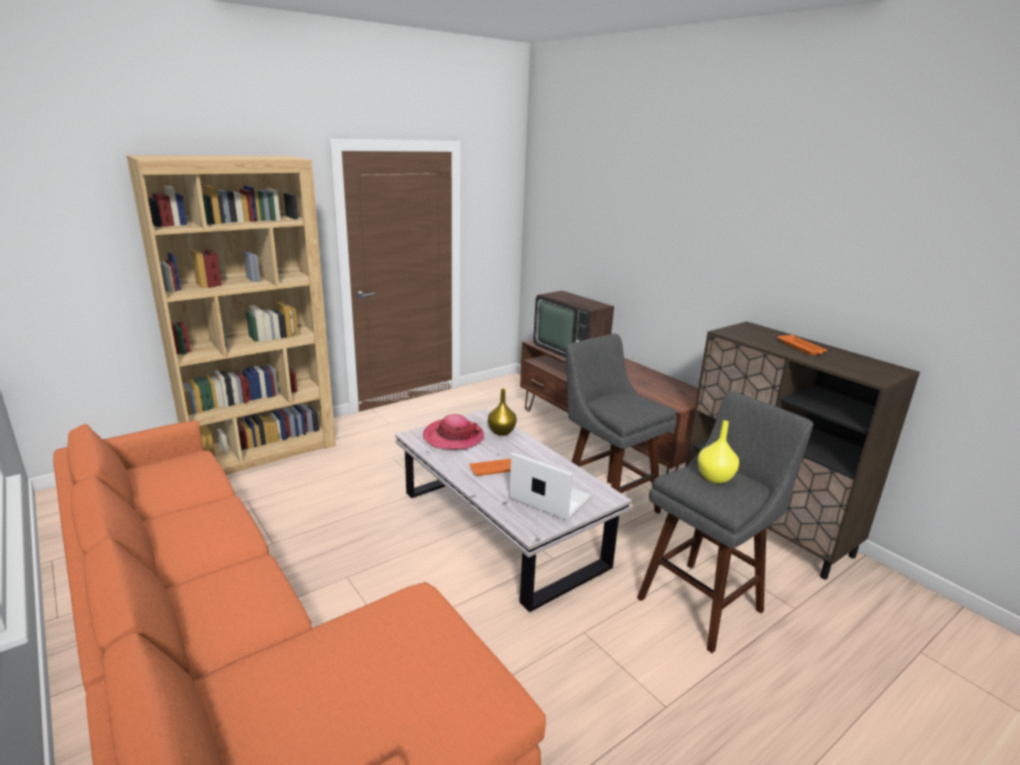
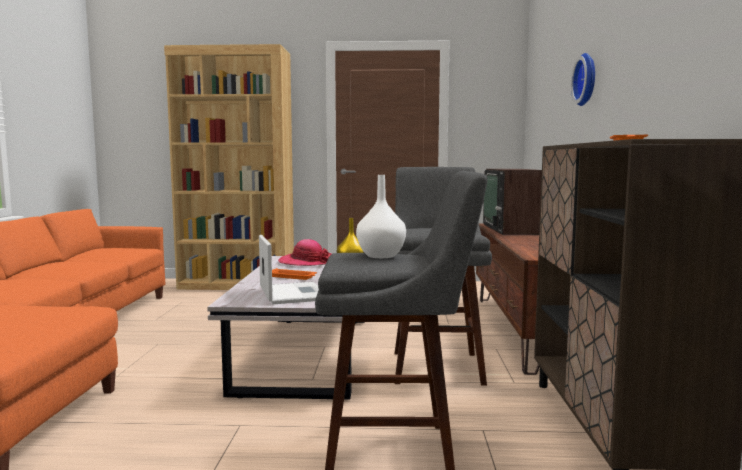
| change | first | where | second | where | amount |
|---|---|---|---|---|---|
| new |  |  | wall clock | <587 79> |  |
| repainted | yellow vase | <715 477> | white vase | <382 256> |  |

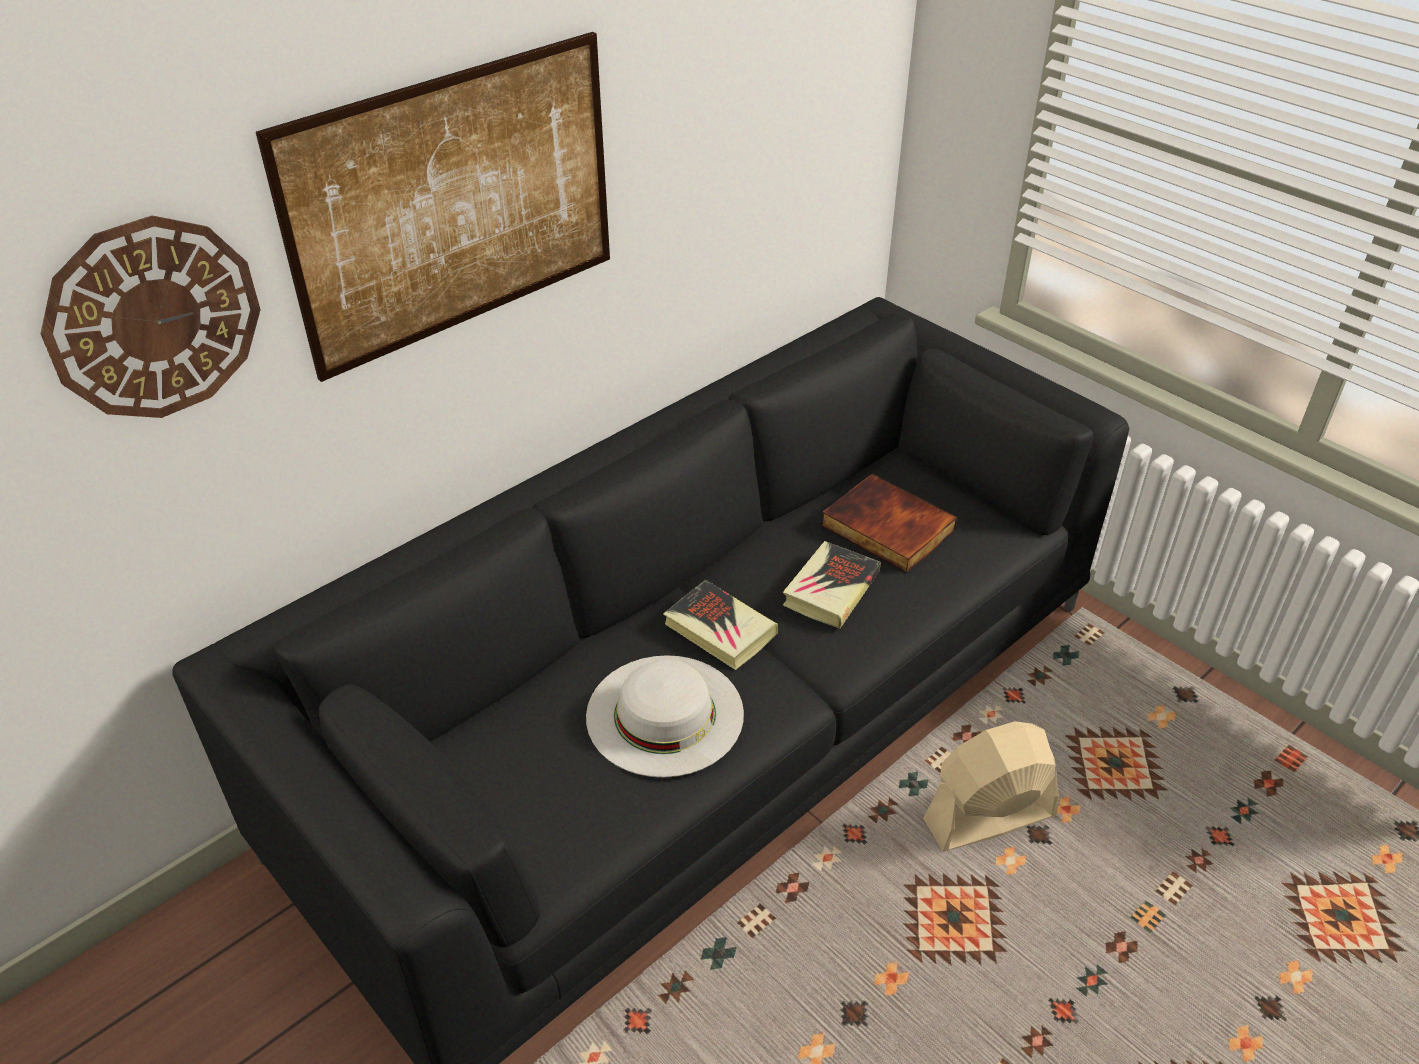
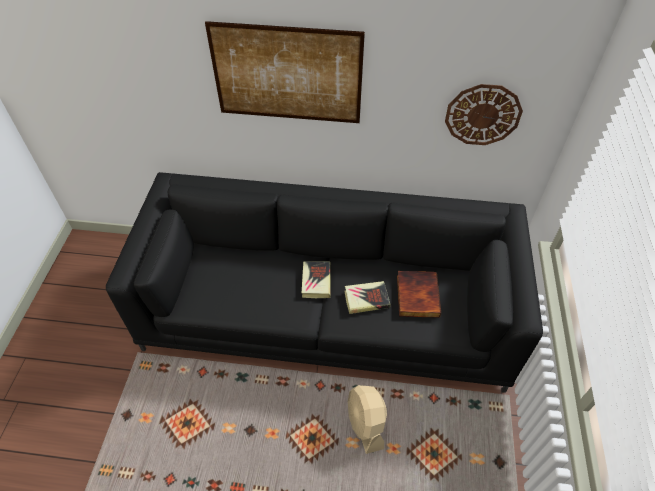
| change | first | where | second | where | amount |
|---|---|---|---|---|---|
| gone | white hat | <665 714> |  |  |  |
| shifted | wall clock | <154 319> |  | <483 115> |  |
| rotated | beige fan | <988 818> |  | <366 424> | 135 degrees counterclockwise |

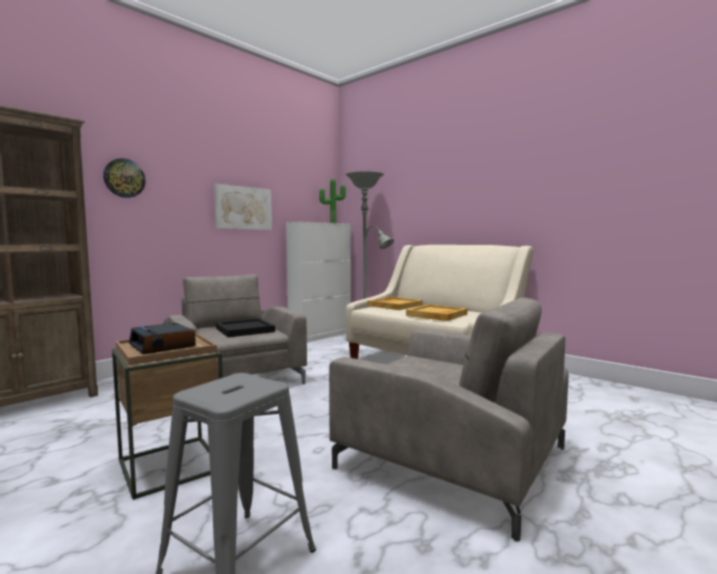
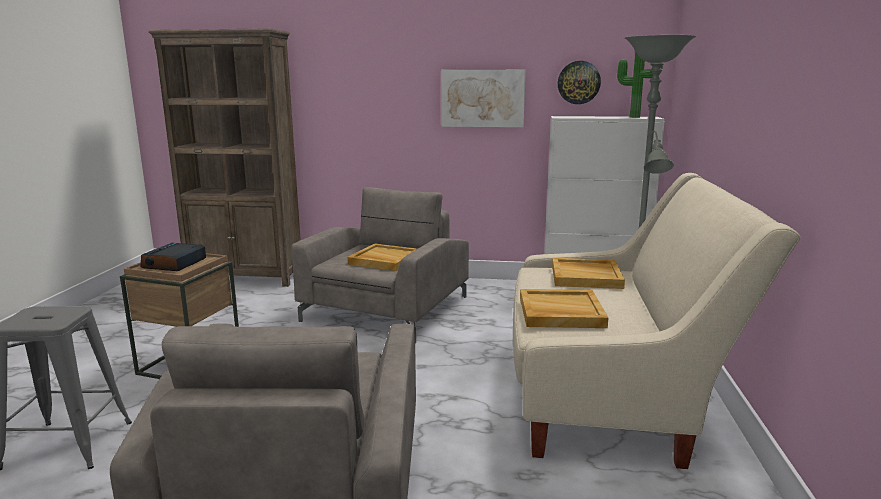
| change | first | where | second | where | amount |
|---|---|---|---|---|---|
| shifted | wall clock | <124 178> |  | <578 82> |  |
| repainted | black tray | <244 330> | beige tray | <384 260> |  |

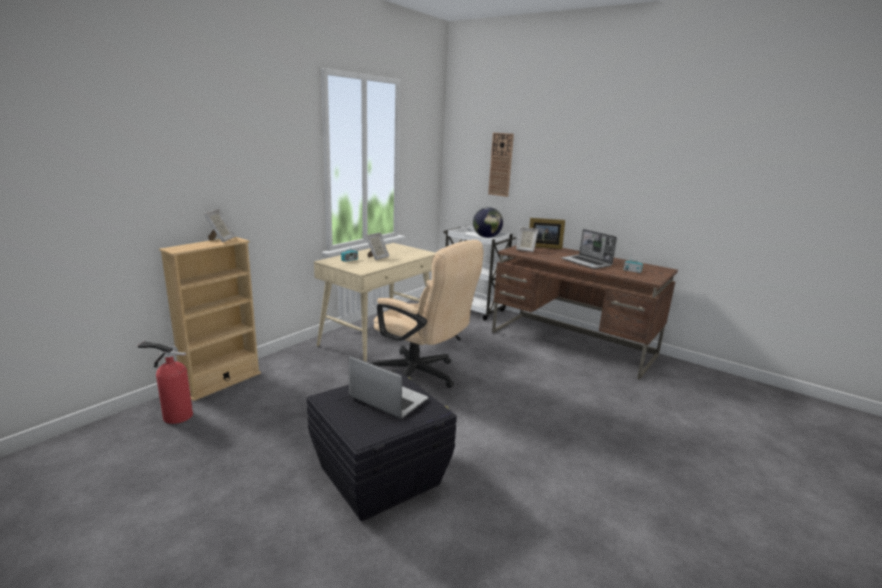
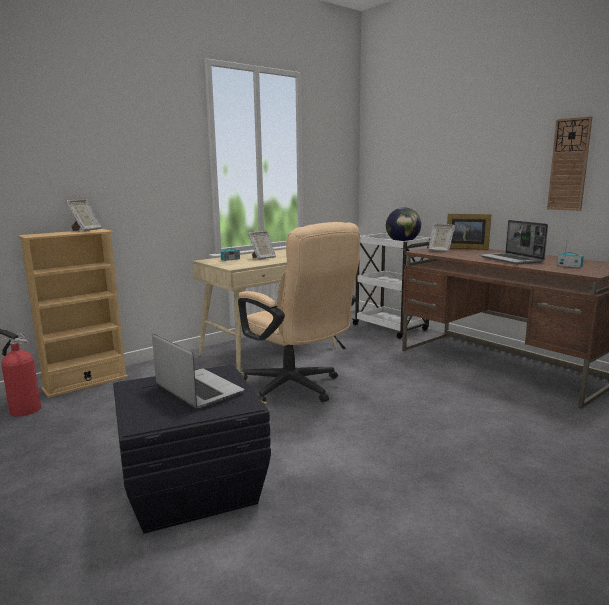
| change | first | where | second | where | amount |
|---|---|---|---|---|---|
| shifted | wall clock | <501 164> |  | <569 164> |  |

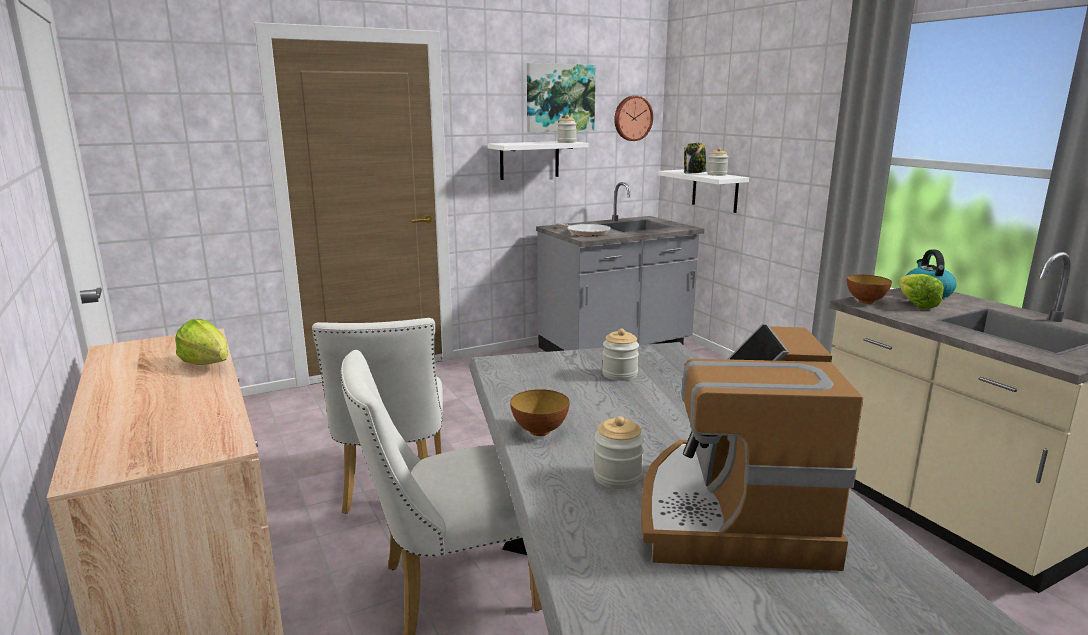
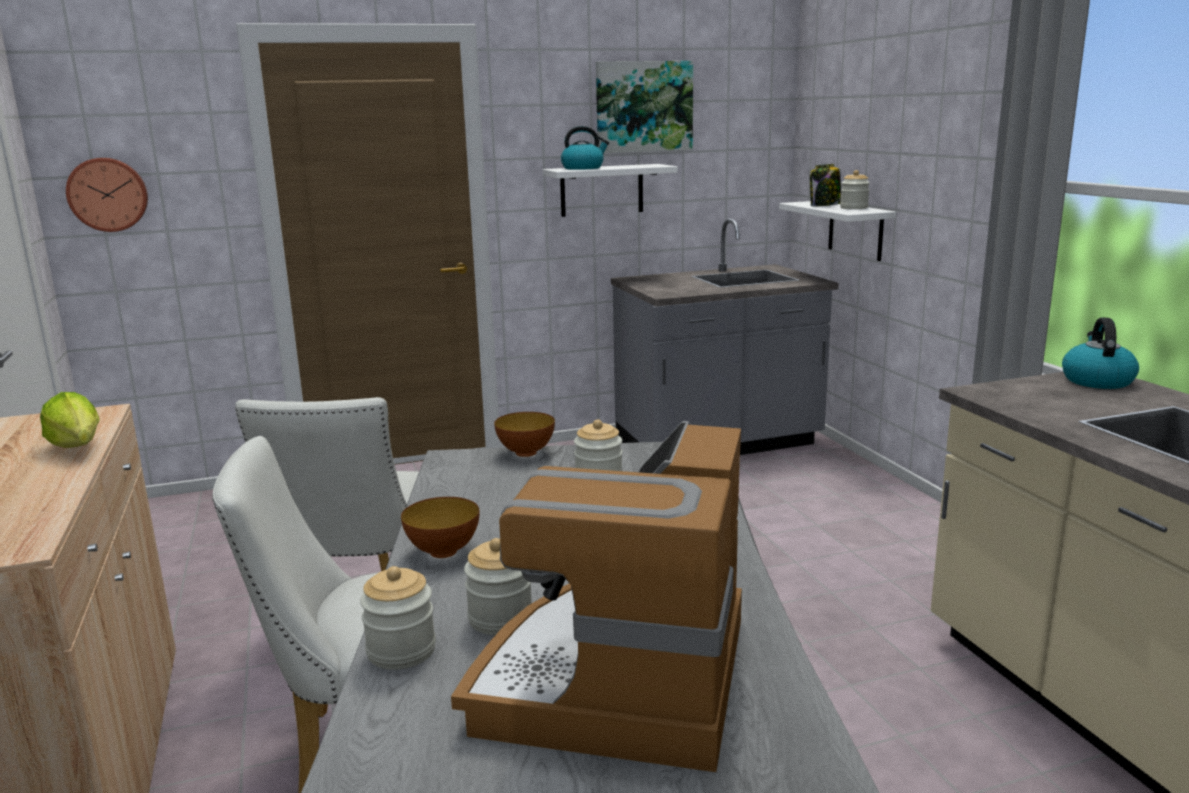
| change | first | where | second | where | amount |
|---|---|---|---|---|---|
| gone | frying pan | <586 233> |  |  |  |
| gone | lettuce | <914 303> |  |  |  |
| new |  |  | kettle | <583 168> |  |
| shifted | jar | <566 142> |  | <401 651> |  |
| shifted | wall clock | <632 118> |  | <108 194> |  |
| shifted | bowl | <866 301> |  | <526 453> |  |

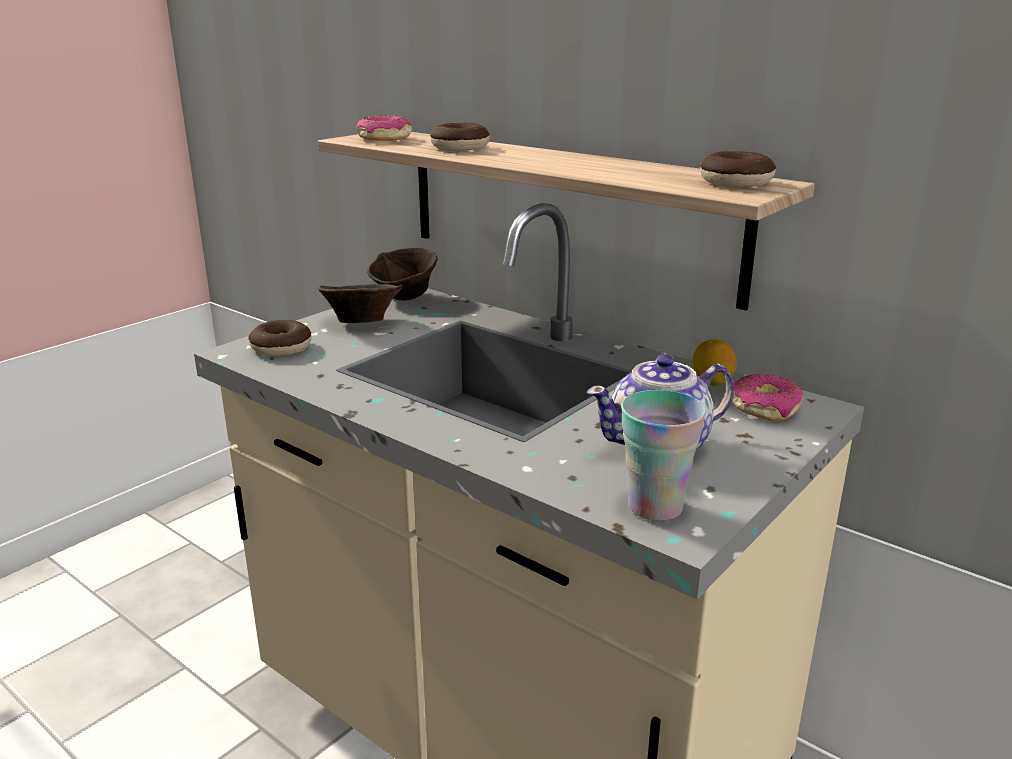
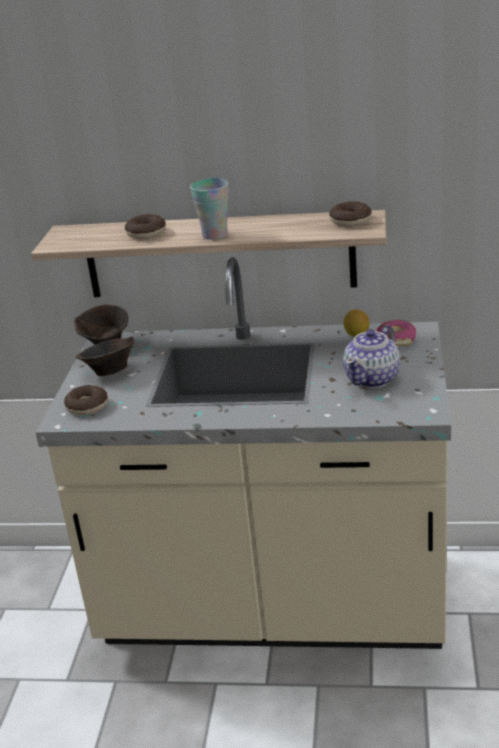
| change | first | where | second | where | amount |
|---|---|---|---|---|---|
| gone | donut | <384 139> |  |  |  |
| shifted | cup | <655 507> |  | <215 235> |  |

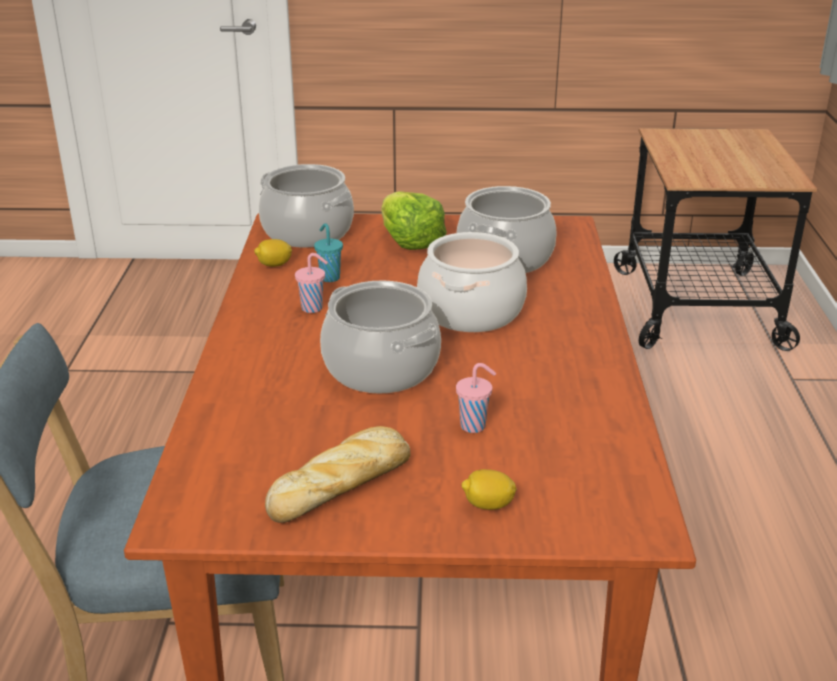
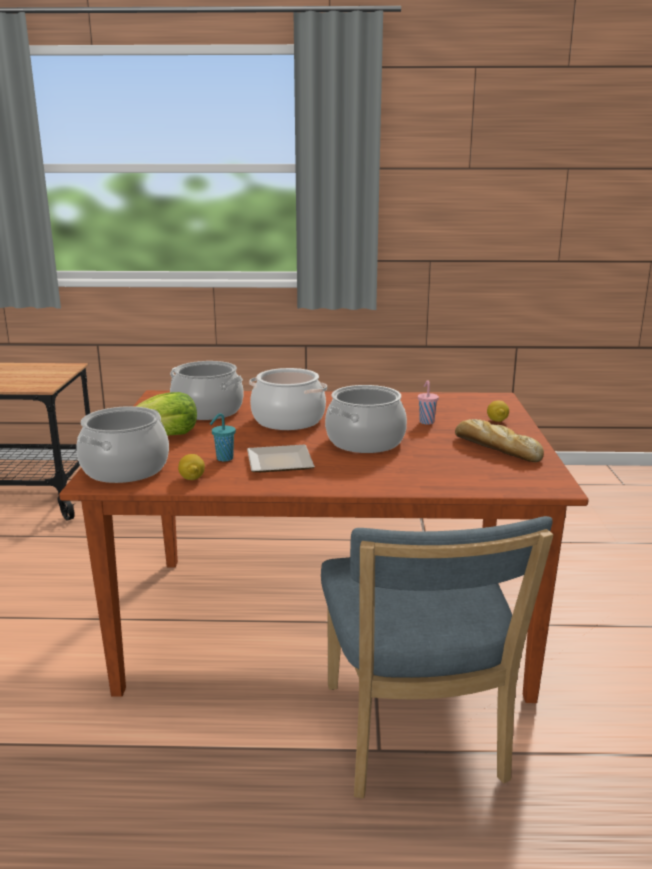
| change | first | where | second | where | amount |
|---|---|---|---|---|---|
| swapped | pink cup | <313 308> | plate | <277 462> |  |

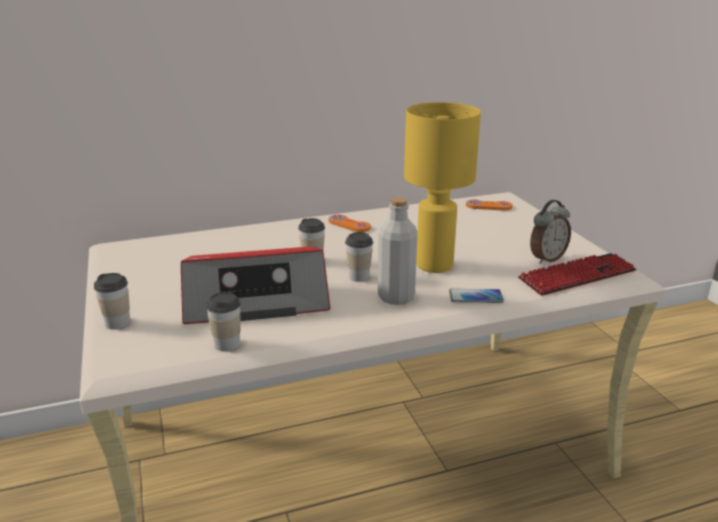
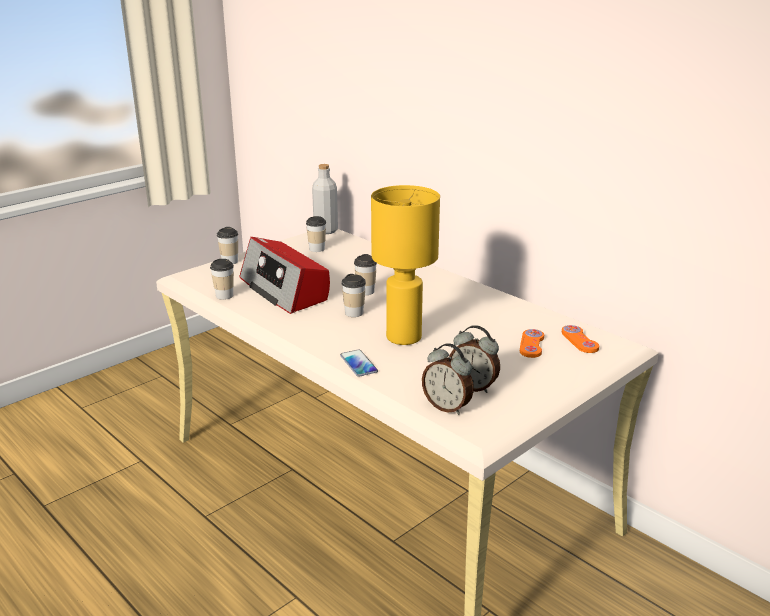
| change | first | where | second | where | amount |
|---|---|---|---|---|---|
| new |  |  | cup | <317 249> |  |
| shifted | orange game controller | <349 225> |  | <531 344> |  |
| shifted | grey bottle | <396 297> |  | <326 230> |  |
| swapped | keyboard | <577 276> | alarm clock | <447 407> |  |

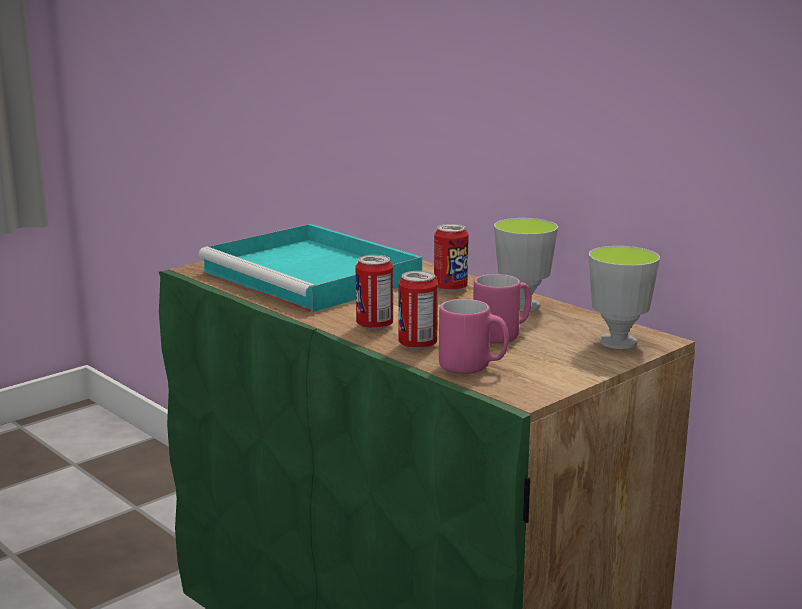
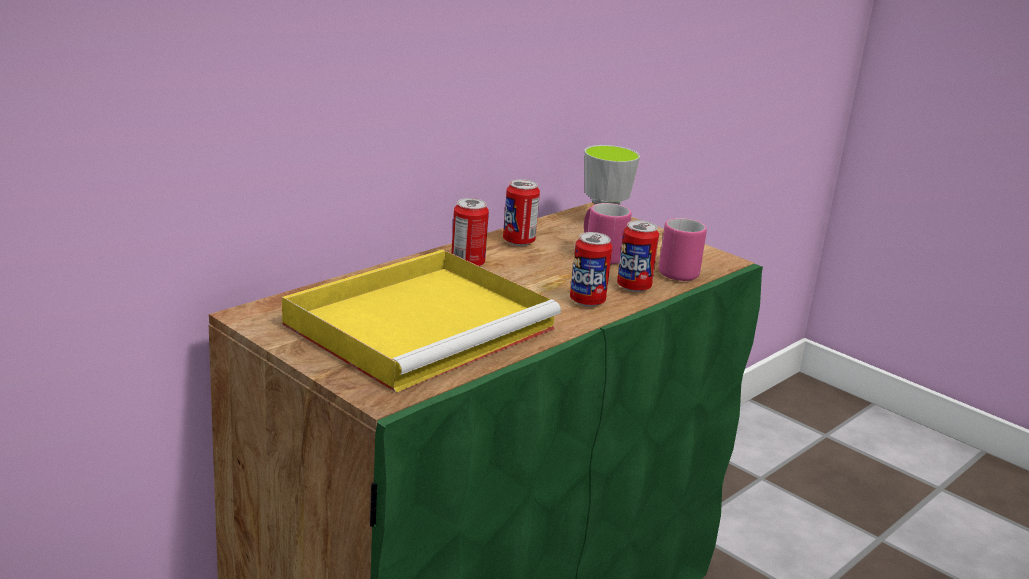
| change | first | where | second | where | amount |
|---|---|---|---|---|---|
| swapped | cup | <522 305> | can | <518 241> |  |
| repainted | turquoise tray | <314 276> | yellow tray | <424 324> |  |

